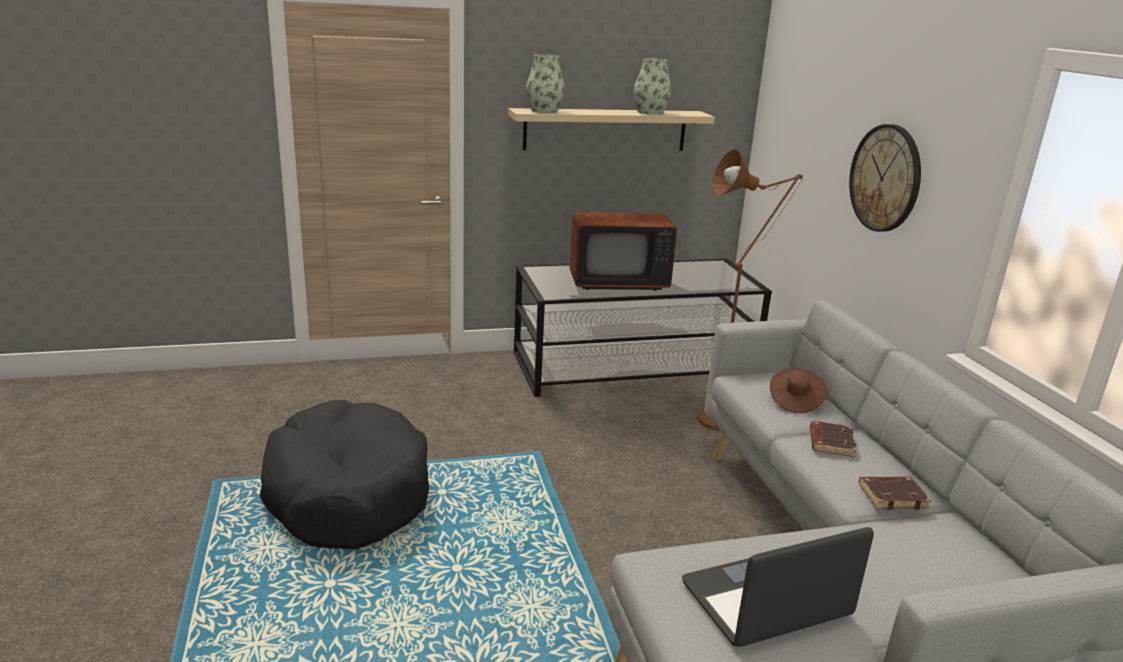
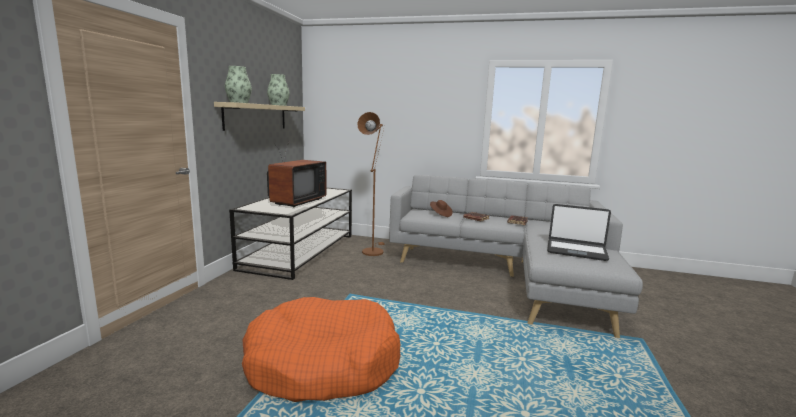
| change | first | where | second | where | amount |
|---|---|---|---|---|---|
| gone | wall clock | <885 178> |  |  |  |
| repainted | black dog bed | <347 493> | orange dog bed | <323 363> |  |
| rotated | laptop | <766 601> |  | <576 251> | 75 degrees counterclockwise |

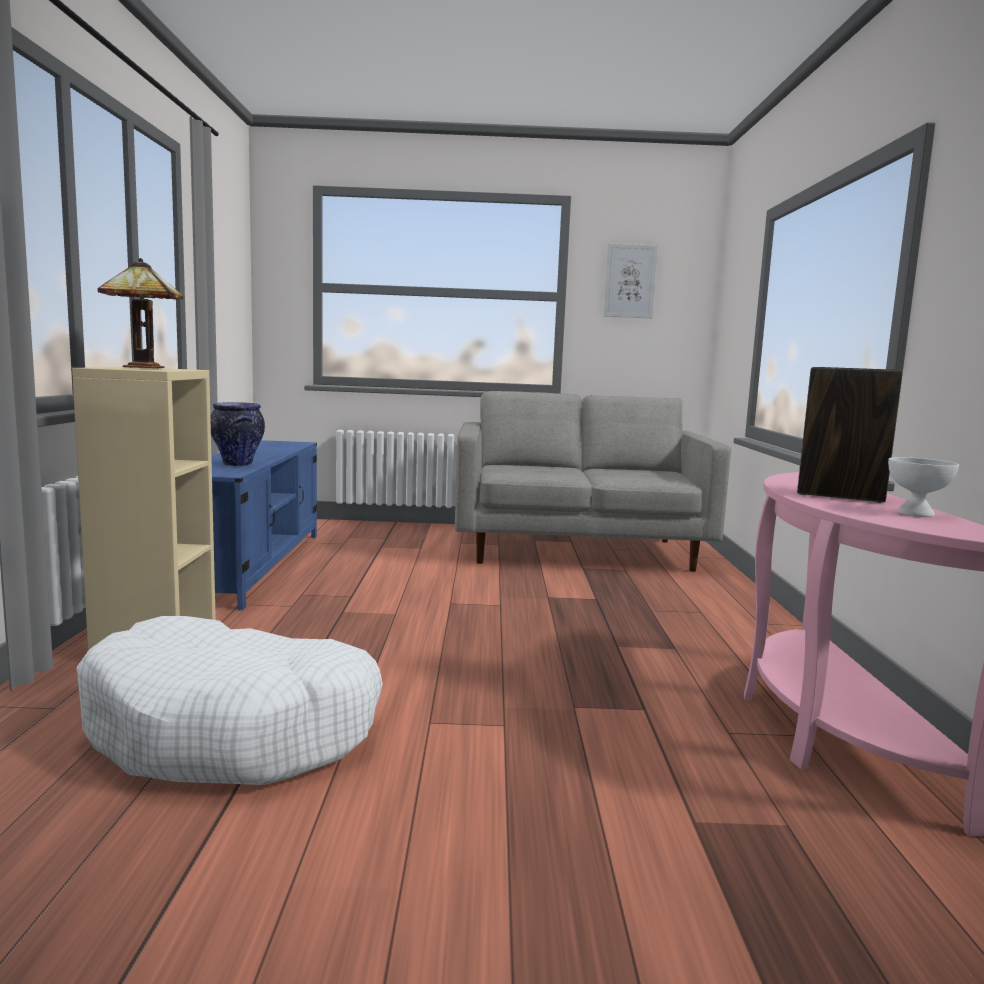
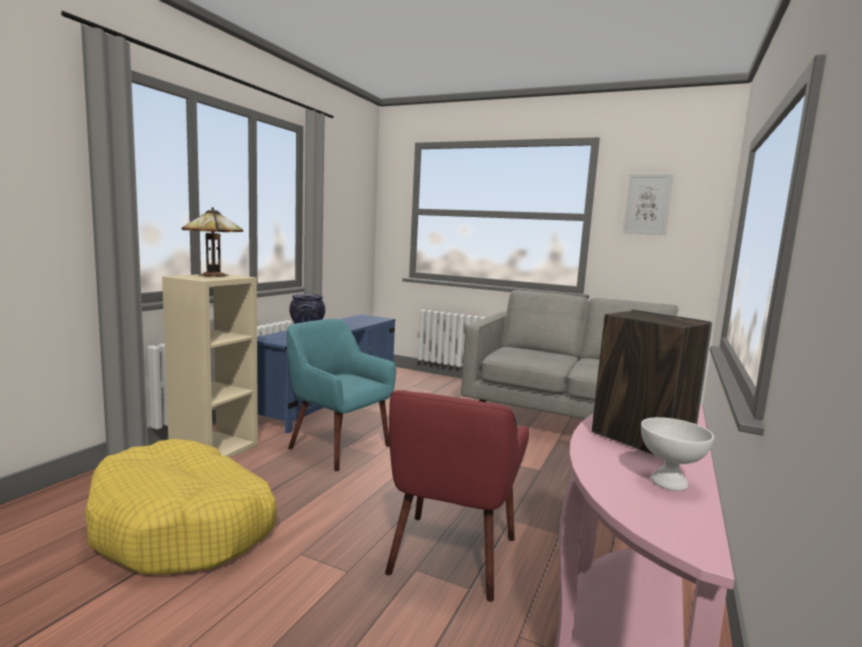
| change | first | where | second | where | amount |
|---|---|---|---|---|---|
| new |  |  | turquoise armchair | <338 447> |  |
| new |  |  | red armchair | <451 555> |  |
| repainted | white dog bed | <234 730> | yellow dog bed | <184 525> |  |

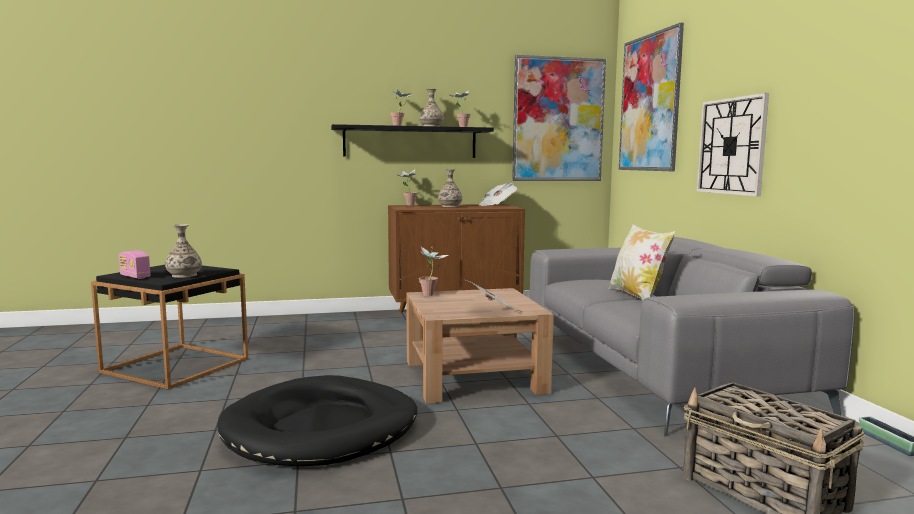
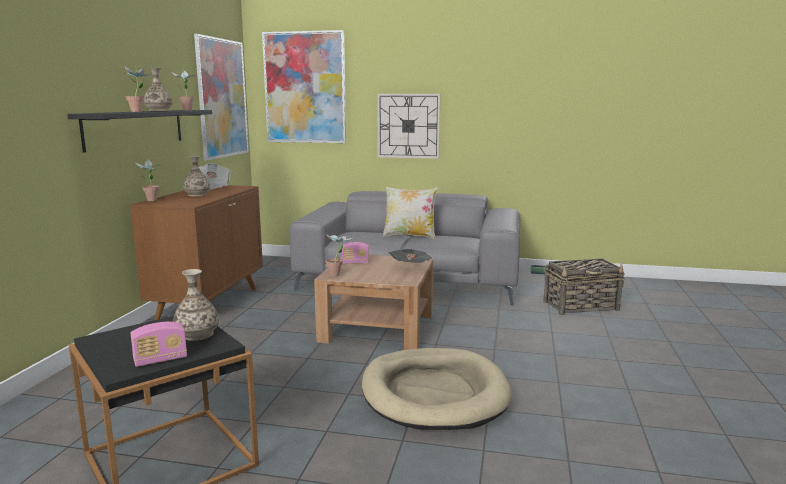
| change | first | where | second | where | amount |
|---|---|---|---|---|---|
| new |  |  | radio | <355 263> |  |
| repainted | black dog bed | <322 428> | beige dog bed | <434 393> |  |

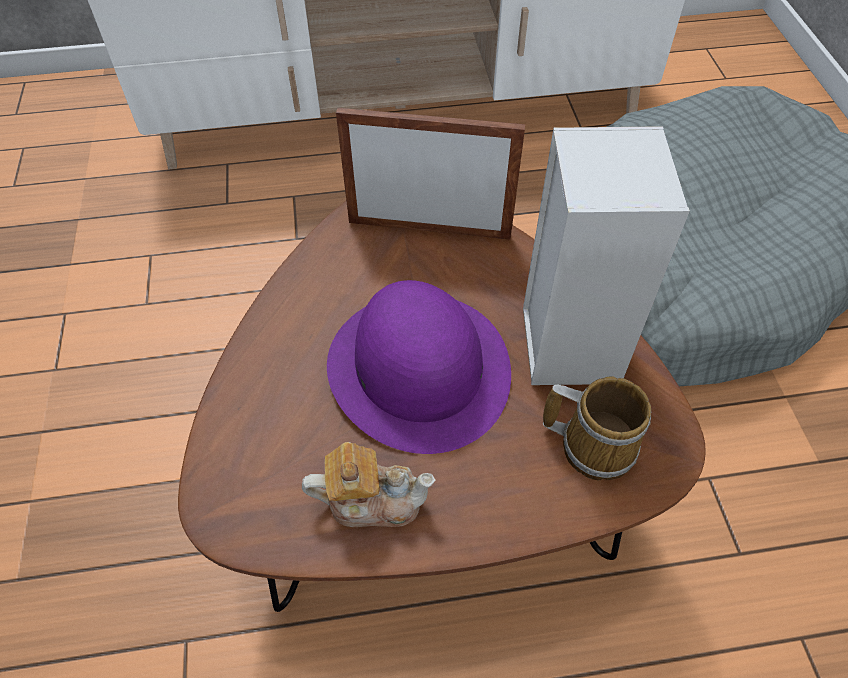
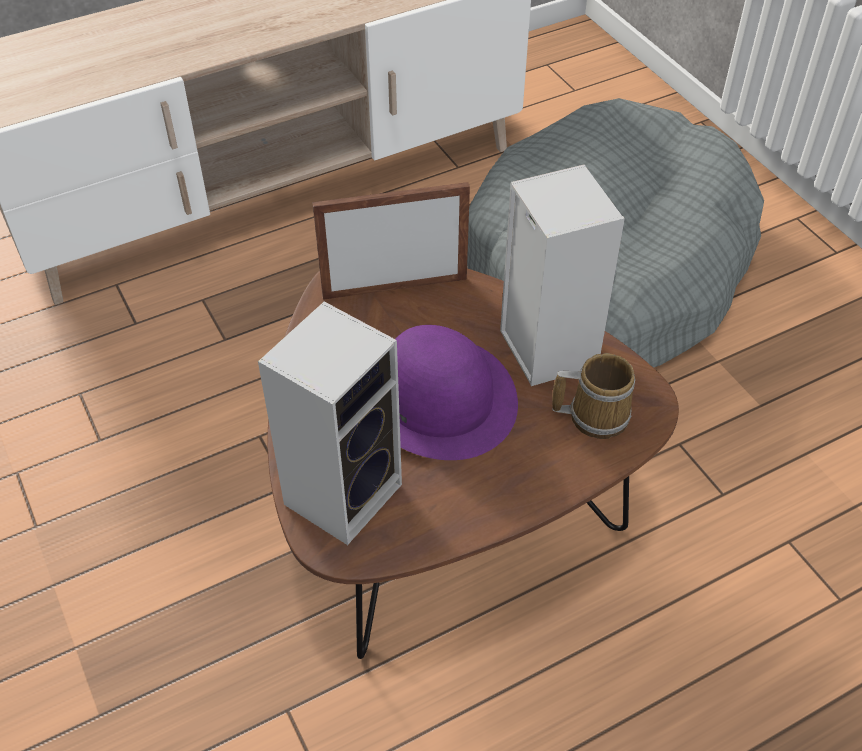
| change | first | where | second | where | amount |
|---|---|---|---|---|---|
| gone | teapot | <372 500> |  |  |  |
| new |  |  | speaker | <344 490> |  |

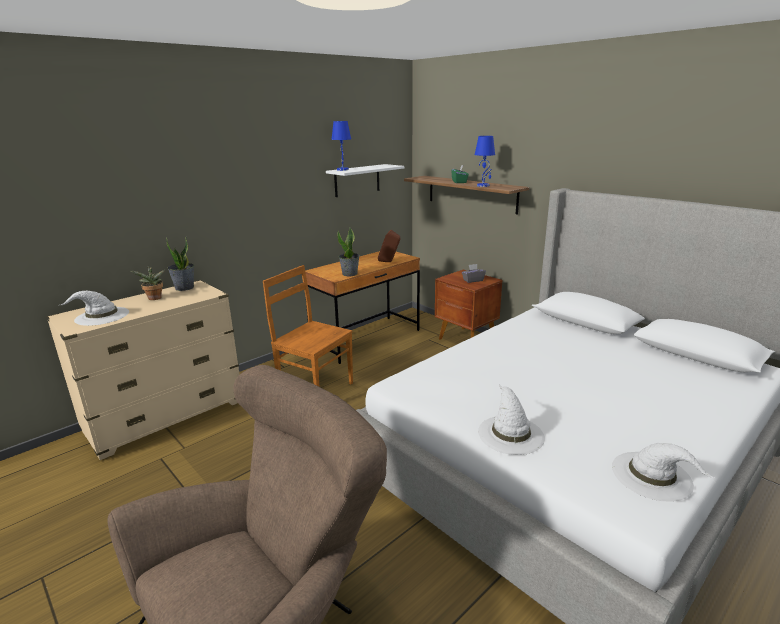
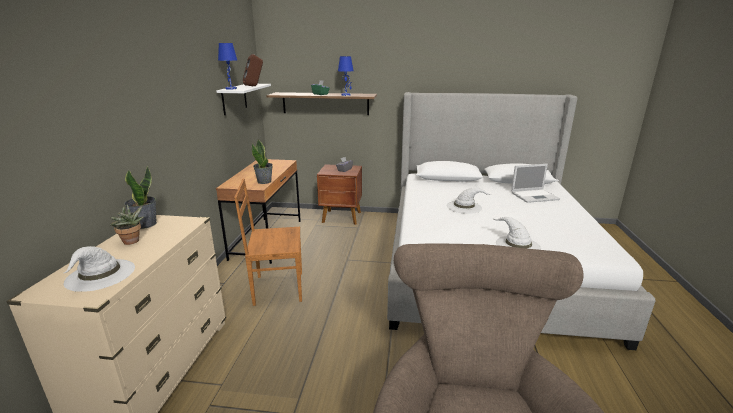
| change | first | where | second | where | amount |
|---|---|---|---|---|---|
| new |  |  | laptop | <535 196> |  |
| shifted | brown speaker | <389 262> |  | <254 86> |  |
| shifted | white hat | <653 476> |  | <464 207> |  |

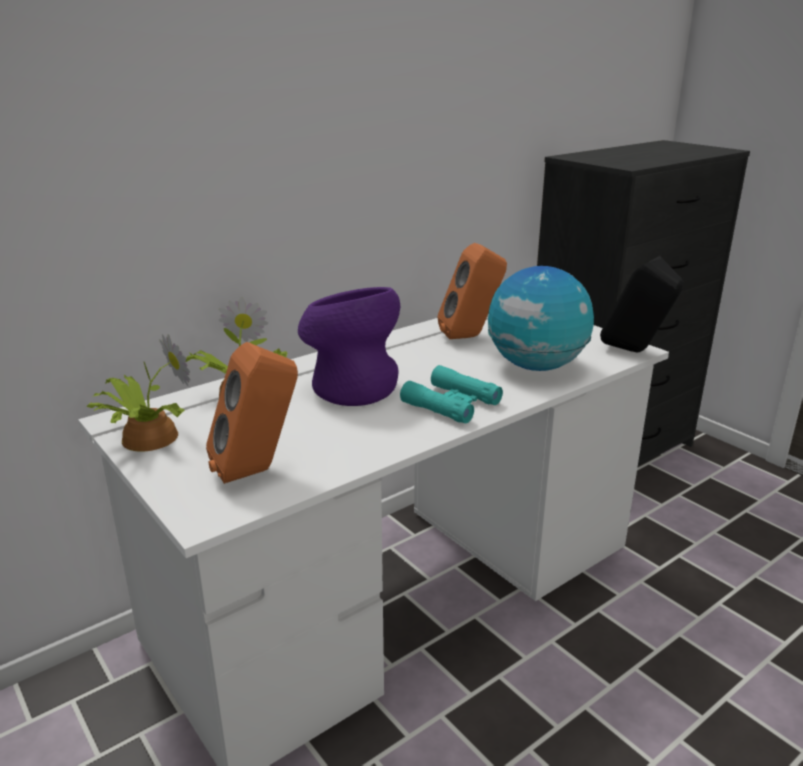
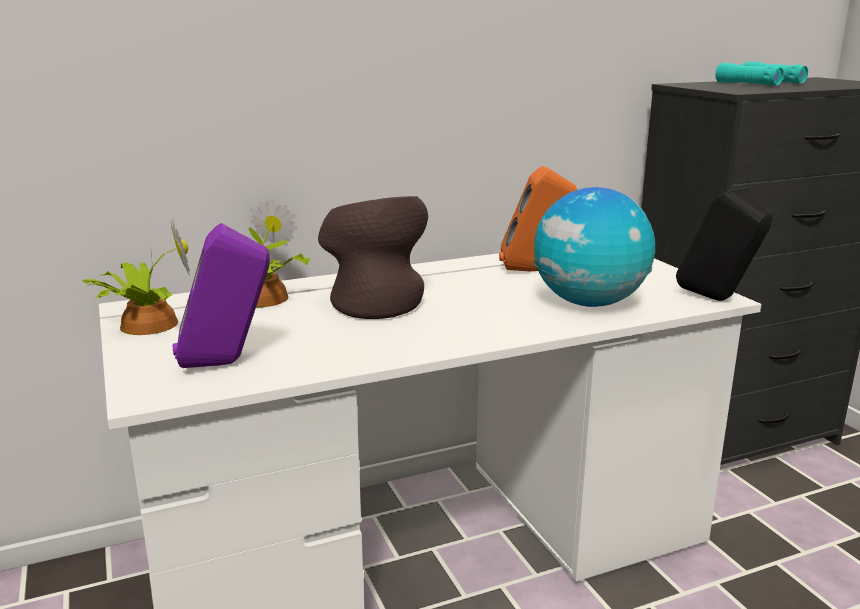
| change | first | where | second | where | amount |
|---|---|---|---|---|---|
| shifted | turquoise binoculars | <451 403> |  | <760 83> |  |
| repainted | orange speaker | <258 471> | purple speaker | <227 363> |  |
| repainted | purple vase | <351 386> | brown vase | <374 302> |  |

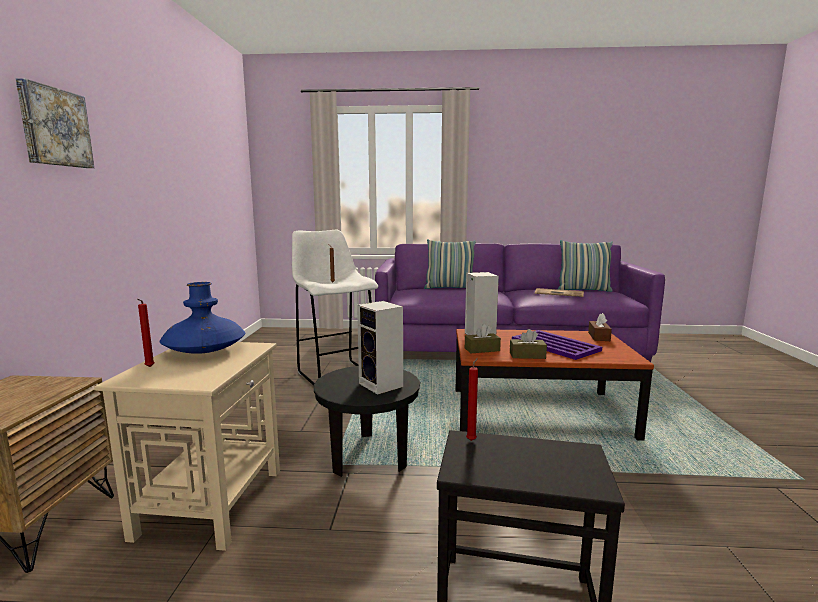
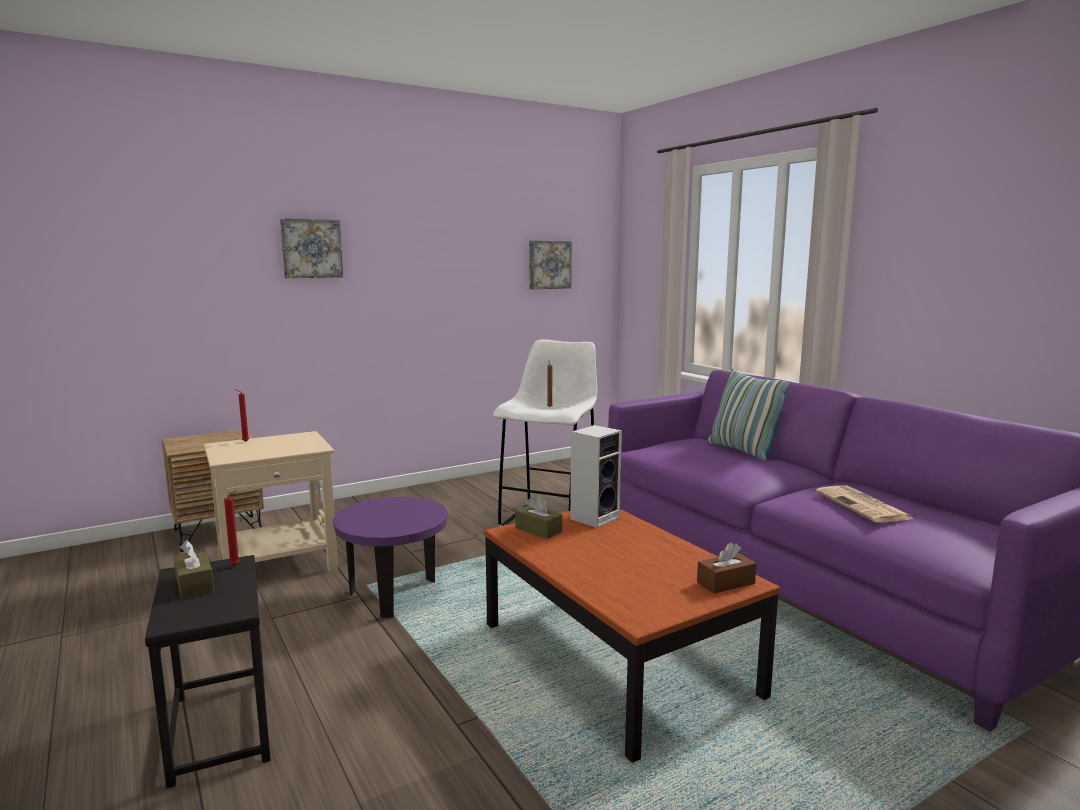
| change | first | where | second | where | amount |
|---|---|---|---|---|---|
| gone | blue vase | <205 351> |  |  |  |
| gone | speaker | <382 385> |  |  |  |
| gone | purple tray | <554 345> |  |  |  |
| gone | pillow | <583 290> |  |  |  |
| new |  |  | picture | <549 265> |  |
| shifted | brown tissue box | <527 355> |  | <194 584> |  |
| repainted | black side table | <368 456> | purple side table | <395 594> |  |

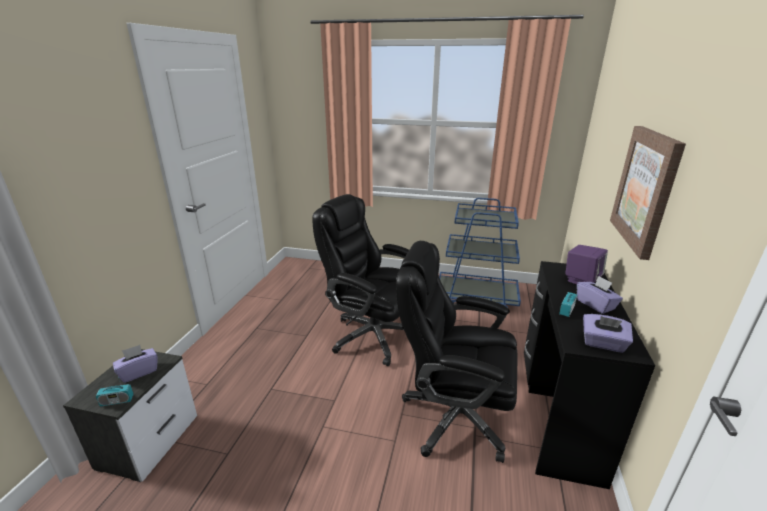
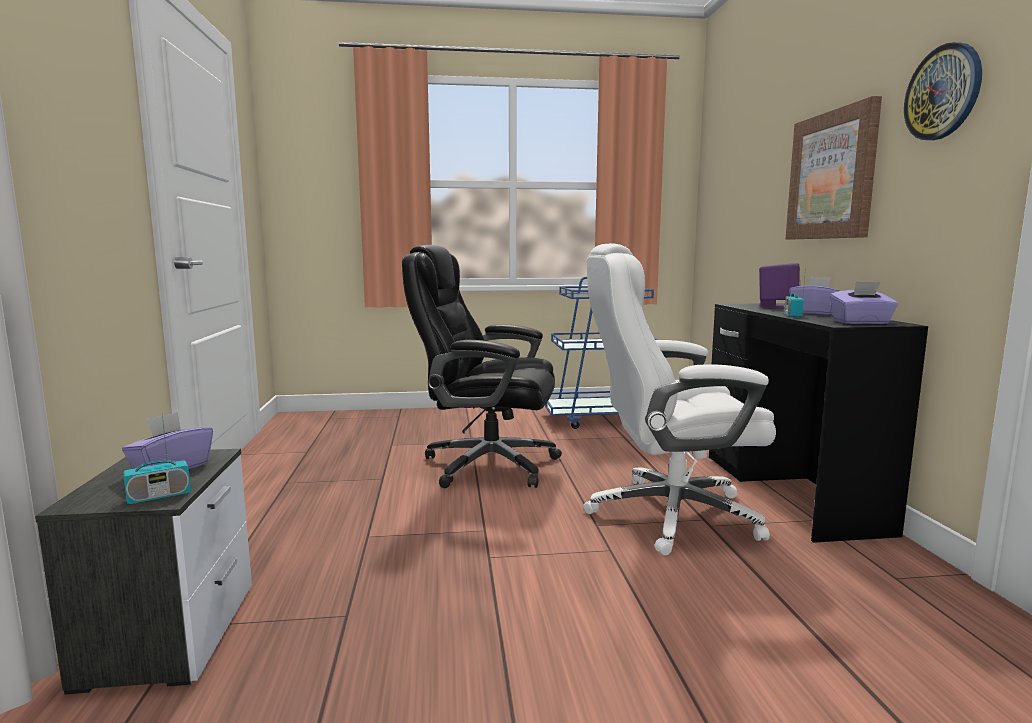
| change | first | where | second | where | amount |
|---|---|---|---|---|---|
| new |  |  | wall clock | <943 92> |  |
| repainted | black office chair | <454 416> | white office chair | <668 514> |  |

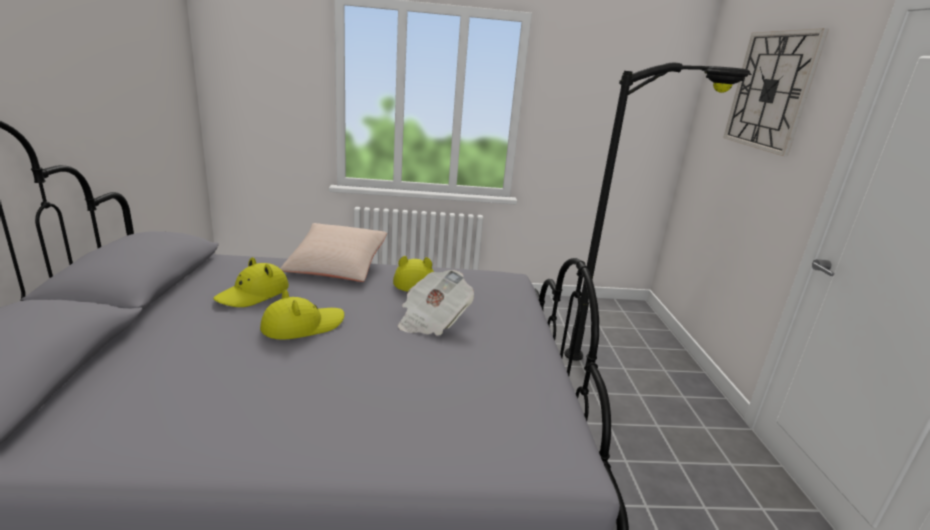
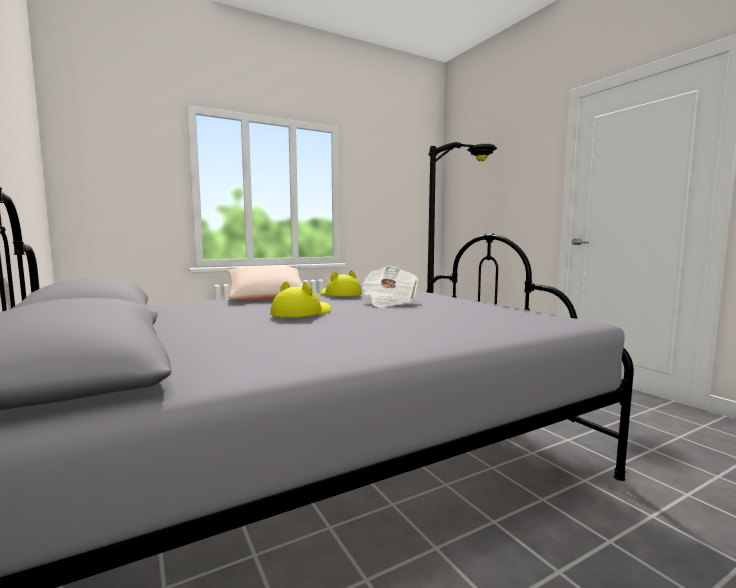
| change | first | where | second | where | amount |
|---|---|---|---|---|---|
| gone | yellow hat | <253 294> |  |  |  |
| gone | wall clock | <771 91> |  |  |  |

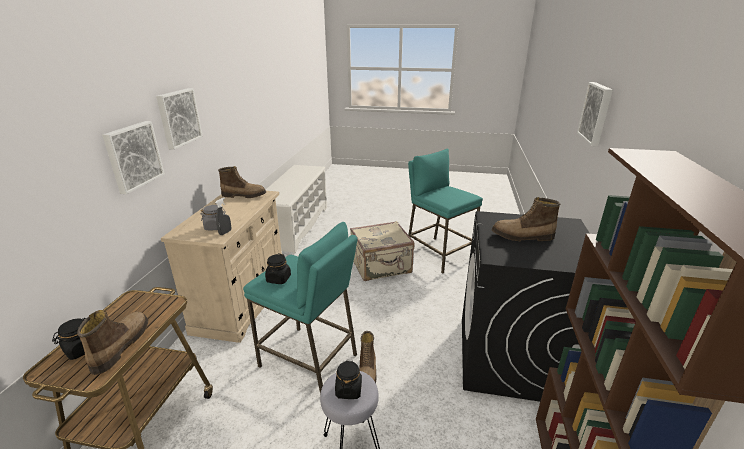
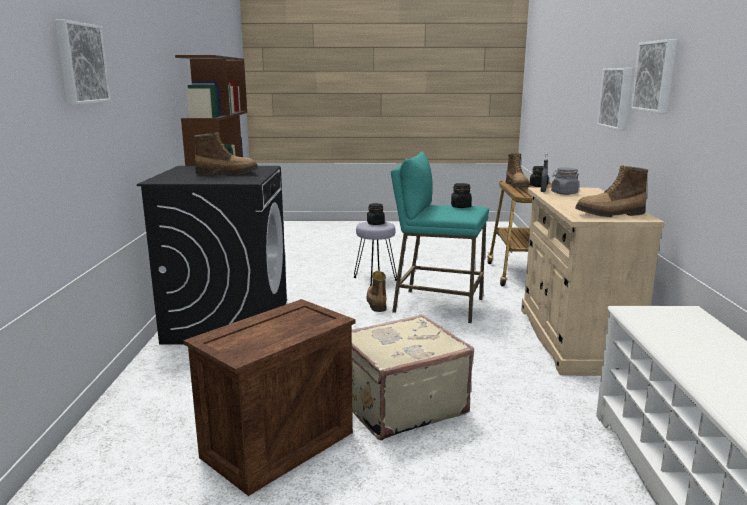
| change | first | where | second | where | amount |
|---|---|---|---|---|---|
| swapped | turquoise stool | <438 254> | crate | <278 446> |  |

